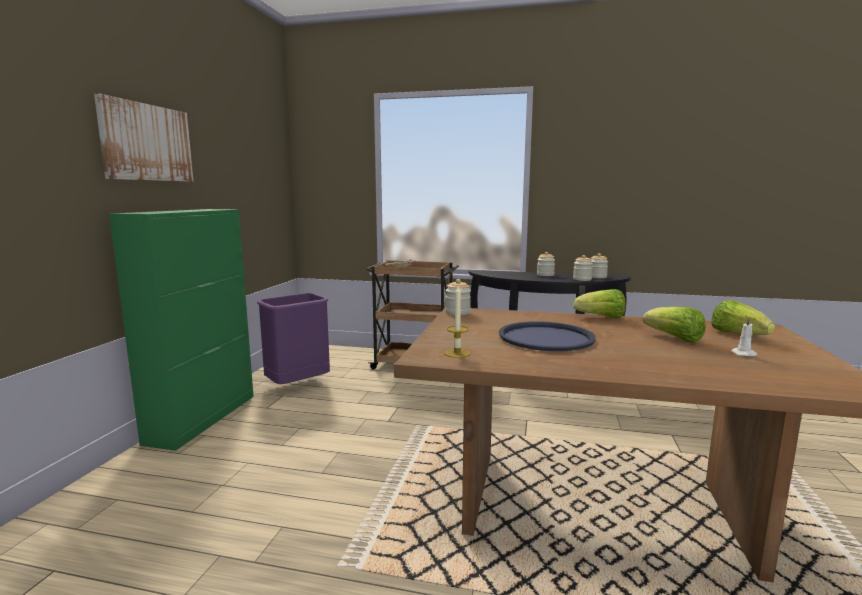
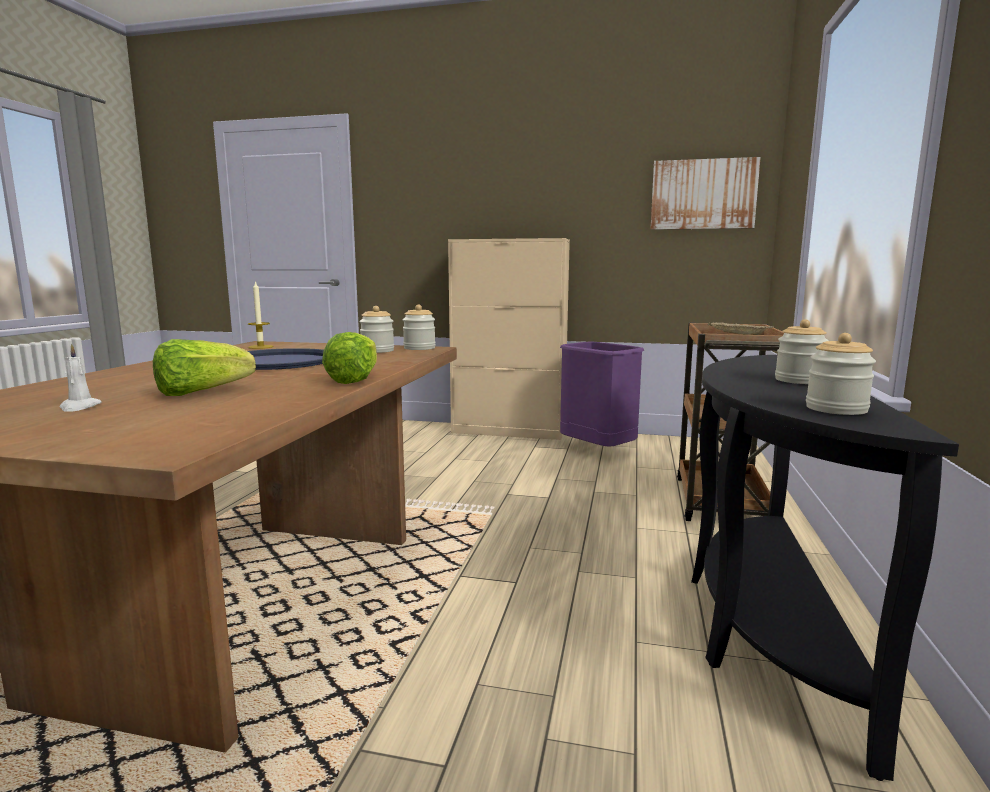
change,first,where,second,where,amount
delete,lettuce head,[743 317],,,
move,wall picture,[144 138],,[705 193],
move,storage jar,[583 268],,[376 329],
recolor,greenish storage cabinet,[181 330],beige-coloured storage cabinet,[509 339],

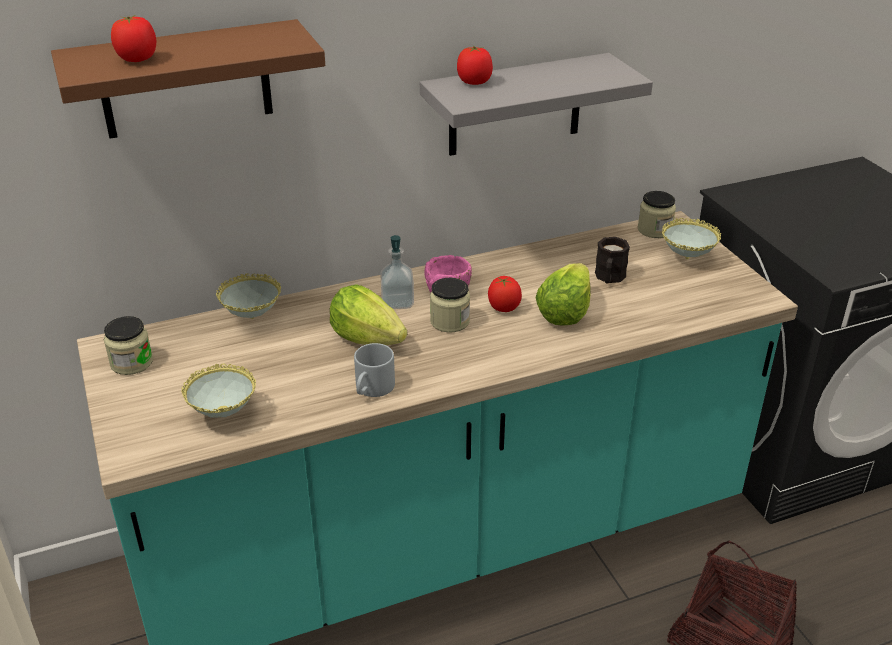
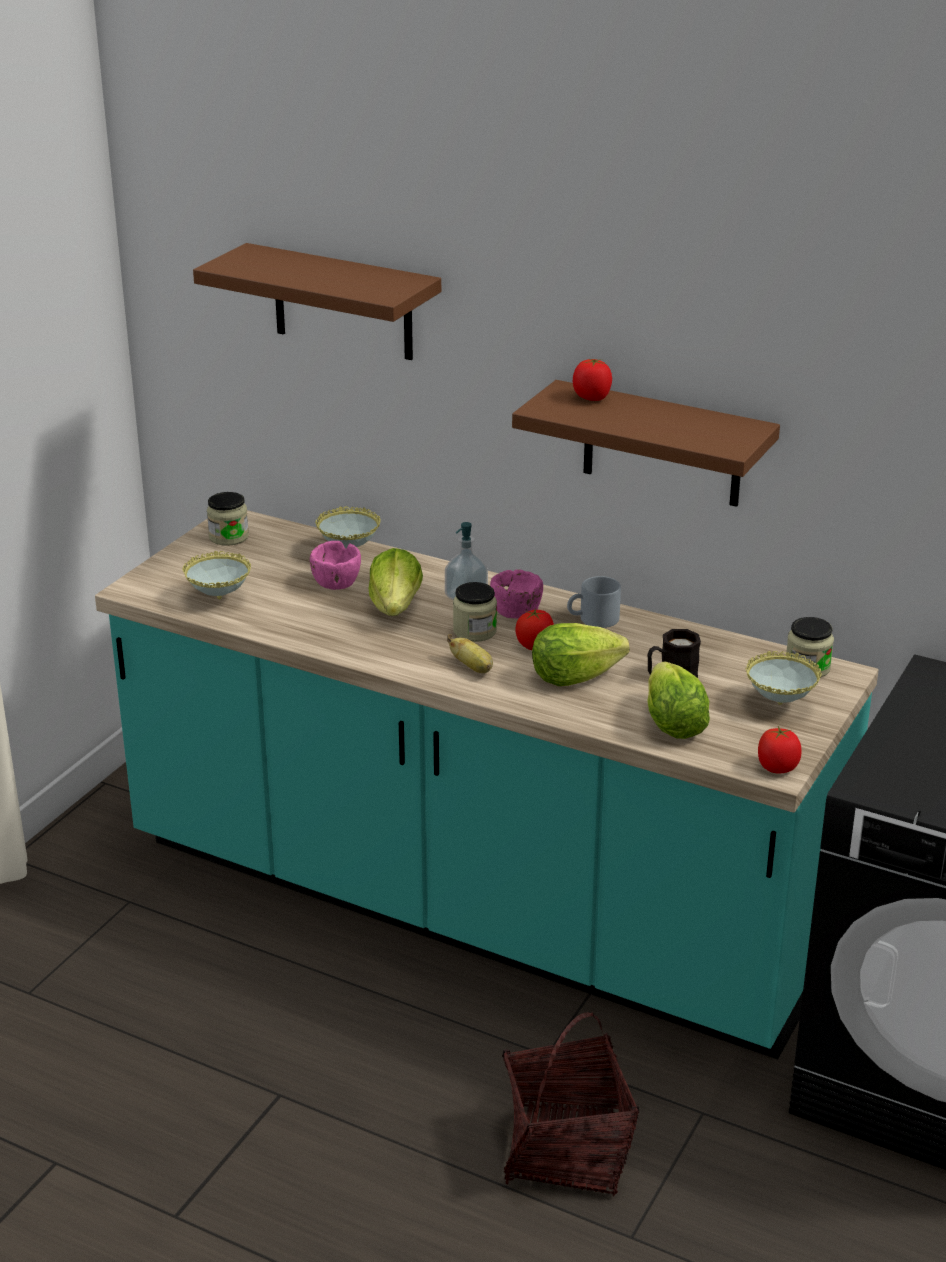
change,first,where,second,where,amount
insert,,,pink deep dish,[335 565],
insert,,,whole banana,[470 653],
insert,,,lettuce head,[679 700],
move,fresh tomato,[133 38],,[780 749],
move,grey mug,[374 370],,[594 602],
recolor,grey wall shelf,[536 104],brownish wall shelf,[646 443],

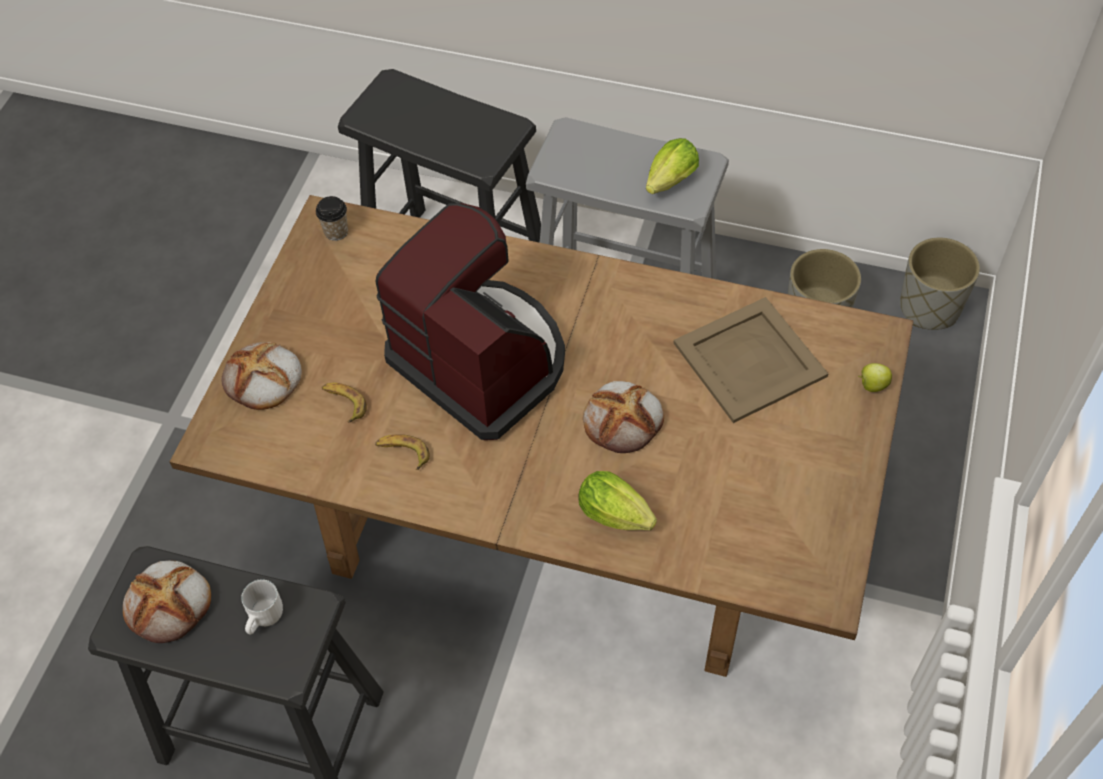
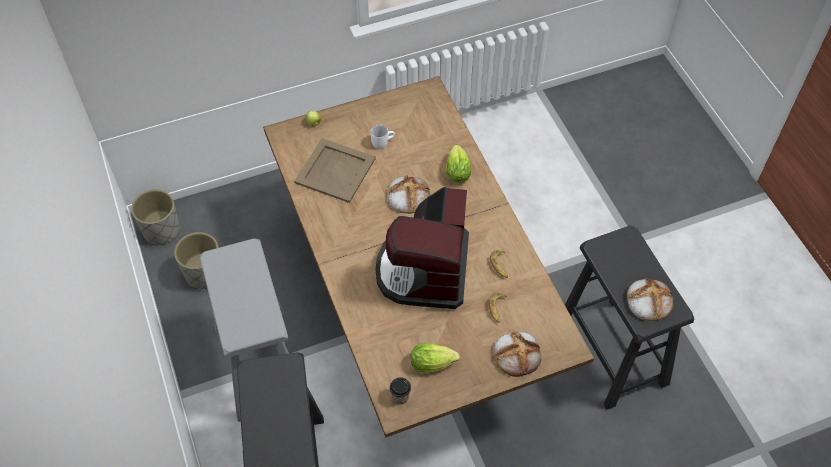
change,first,where,second,where,amount
move,whitish mug,[262 606],,[383 137],
move,lettuce head,[672 166],,[435 358],

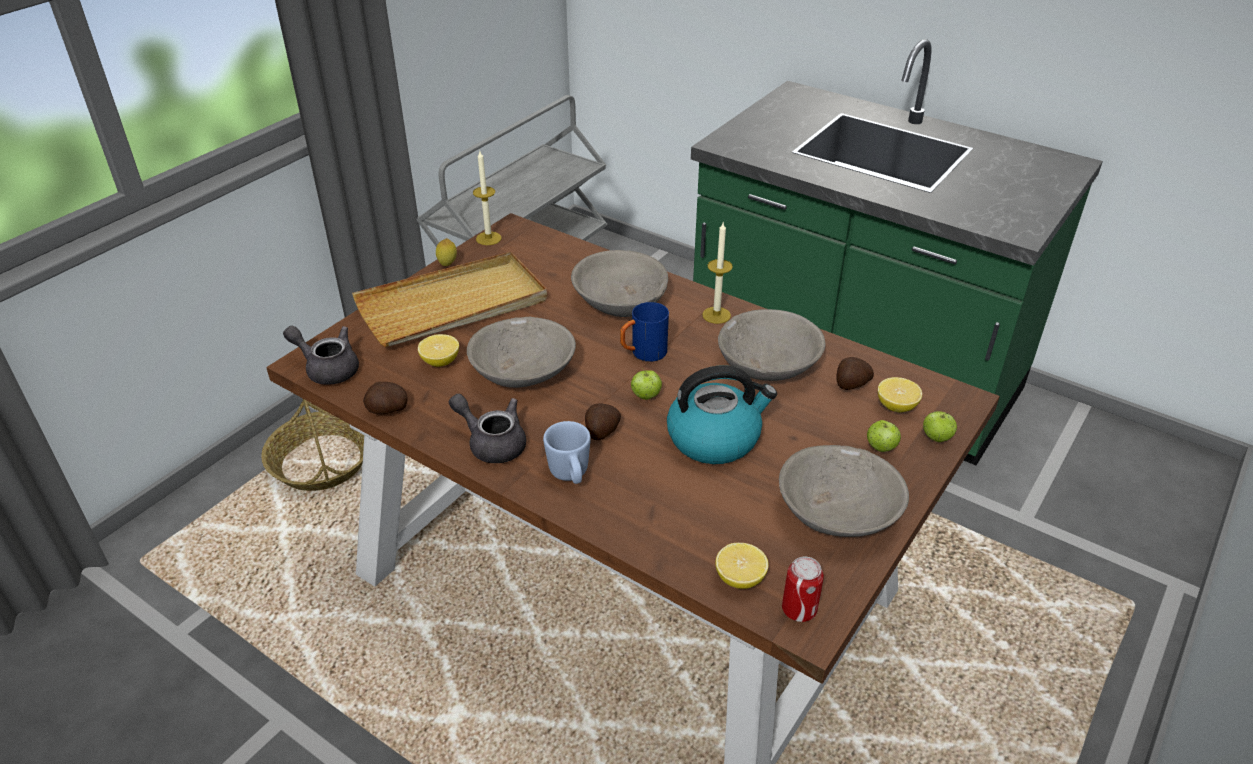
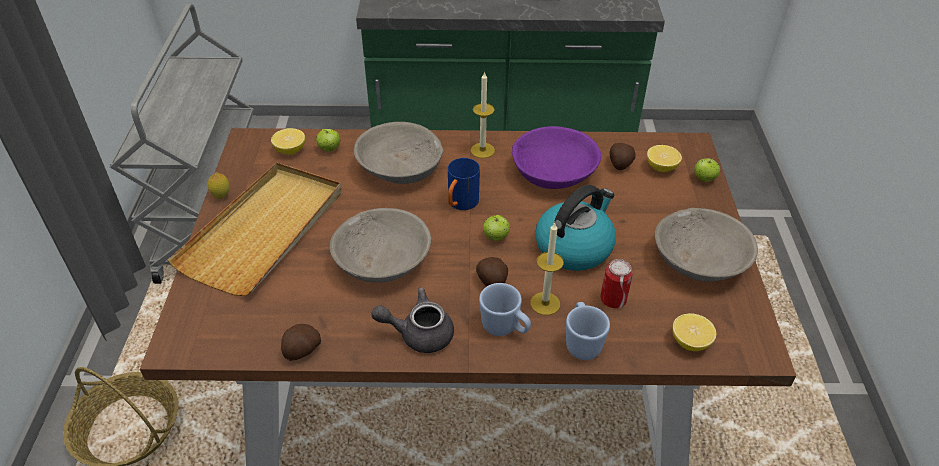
change,first,where,second,where,amount
delete,grey teapot,[321 355],,,
insert,,,blue-coloured mug,[588 331],
move,whole lemon,[438 350],,[288 141],
move,wax light,[487 198],,[547 268],
move,sealed can,[803 589],,[616 283],
move,apple,[884 436],,[328 140],
recolor,grey deep dish,[771 345],purple deep dish,[556 157],

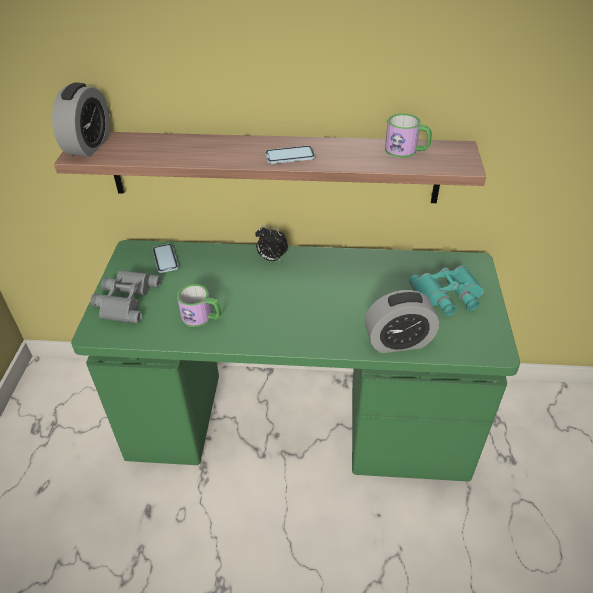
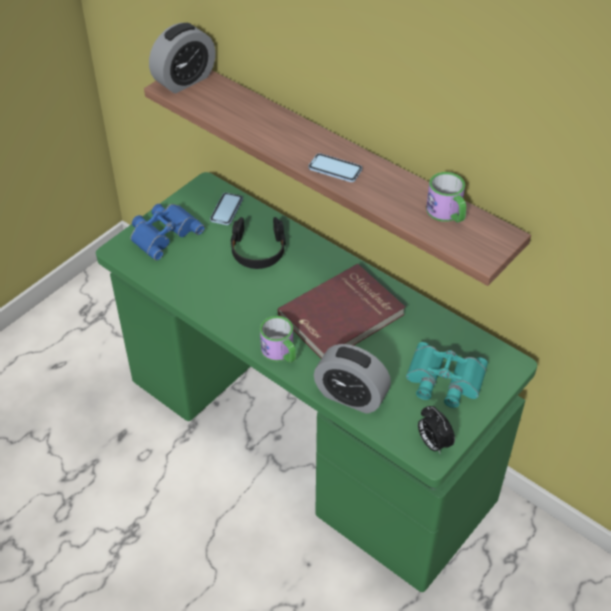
change,first,where,second,where,amount
insert,,,black-coloured headphones,[258 243],
insert,,,reddish bound book,[341 311],
move,mug,[199 305],,[278 339],
move,bedside clock,[271 243],,[436 430],
recolor,grey field glasses,[125 296],blue-coloured field glasses,[167 232],

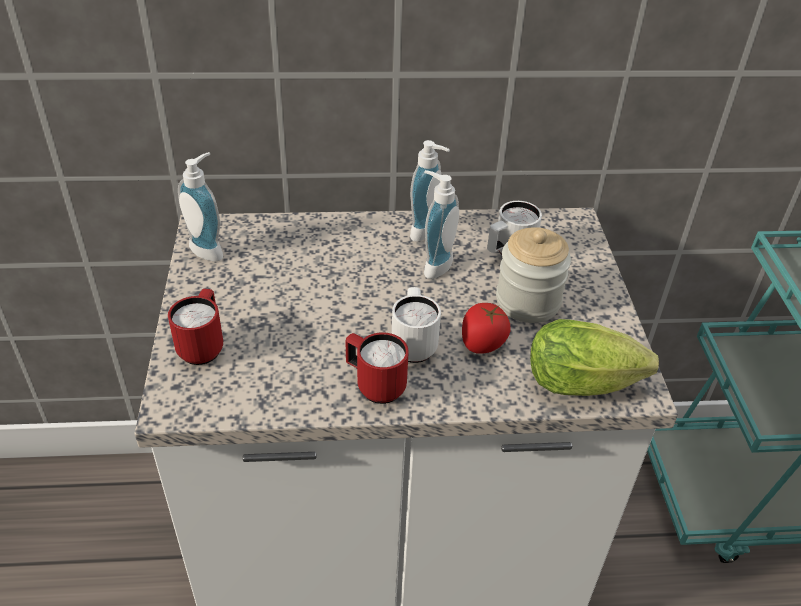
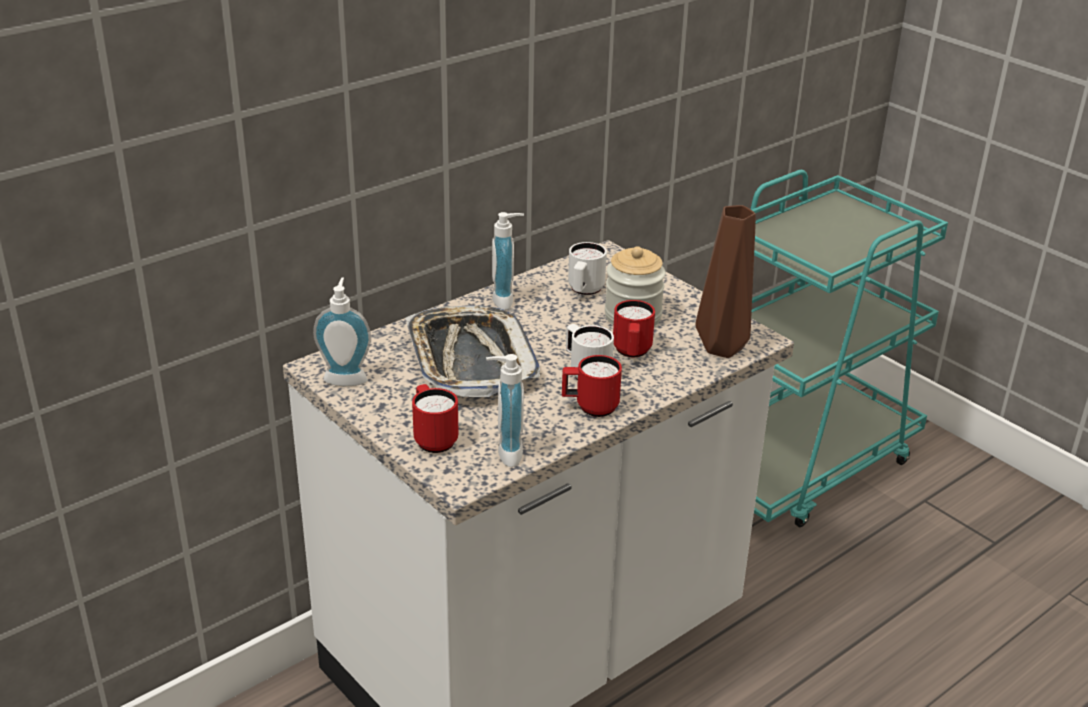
change,first,where,second,where,amount
insert,,,carrying tray,[472 351],
move,soap dispenser,[441 224],,[505 410],
replace,fresh tomato,[486 328],reddish mug,[634 328],
replace,lettuce head,[594 357],brownish vase,[726 281],

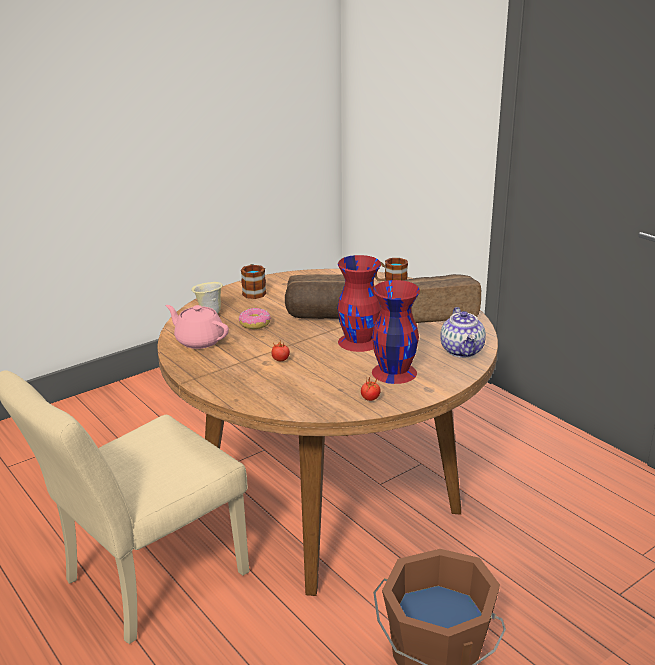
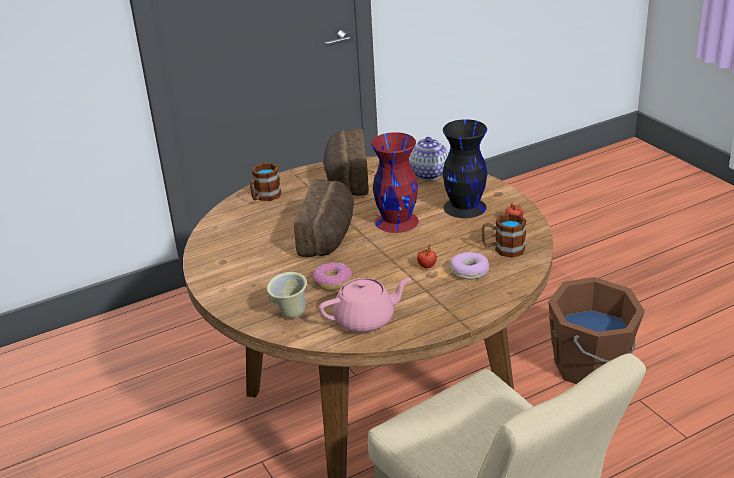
change,first,where,second,where,amount
insert,,,doughnut,[470 266],
move,mug,[253 281],,[504 235],
recolor,reddish vase,[396 332],black-coloured vase,[465 168],
rotate,pink teapot,[197 327],,[365 305],150 degrees counterclockwise

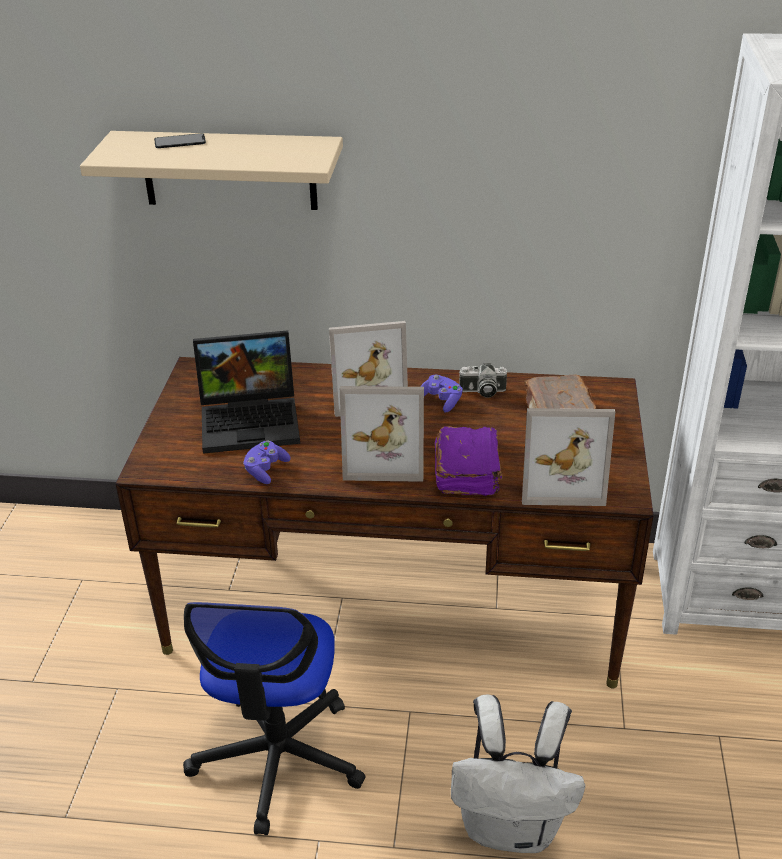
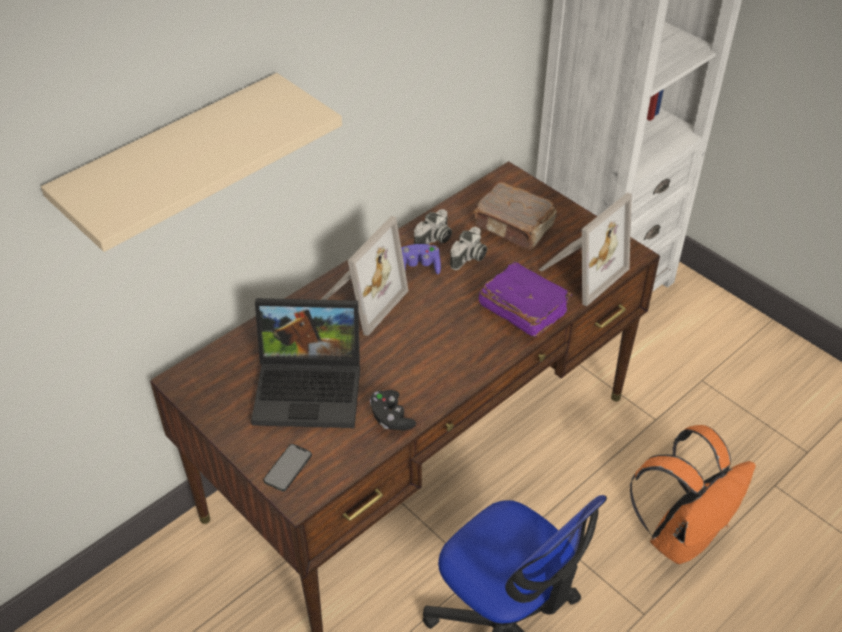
change,first,where,second,where,amount
delete,picture frame,[382 434],,,
insert,,,still camera,[468 248],
move,telephone,[180 140],,[287 467],
recolor,purple game controller,[267 462],black-coloured game controller,[393 410],
recolor,whitish knapsack,[518 774],orangey knapsack,[693 494],
rotate,portable computer,[246 392],,[305 363],60 degrees clockwise

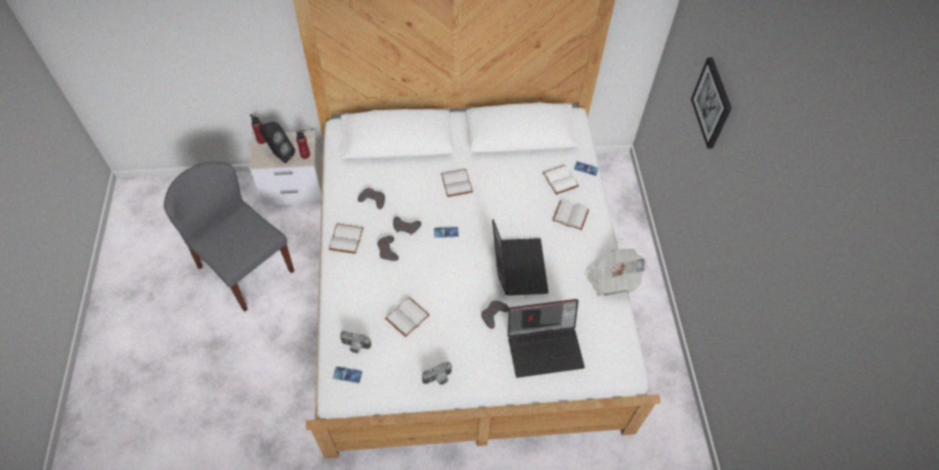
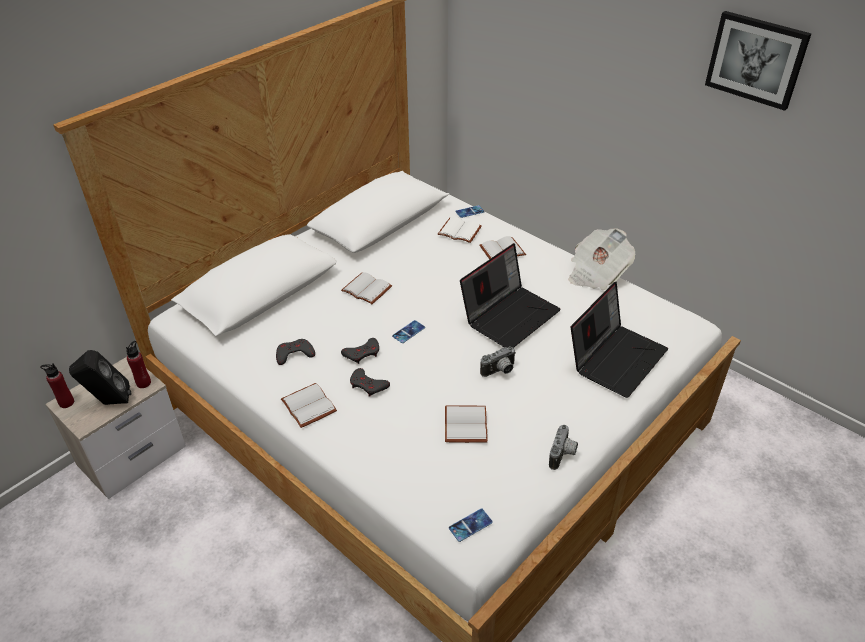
change,first,where,second,where,amount
delete,grey chair,[229 236],,,
delete,grey game controller,[495 314],,,
move,still camera,[355 342],,[498 361],
move,wall picture,[711 103],,[758 61],
rotate,portable computer,[520 257],,[510 295],90 degrees clockwise

